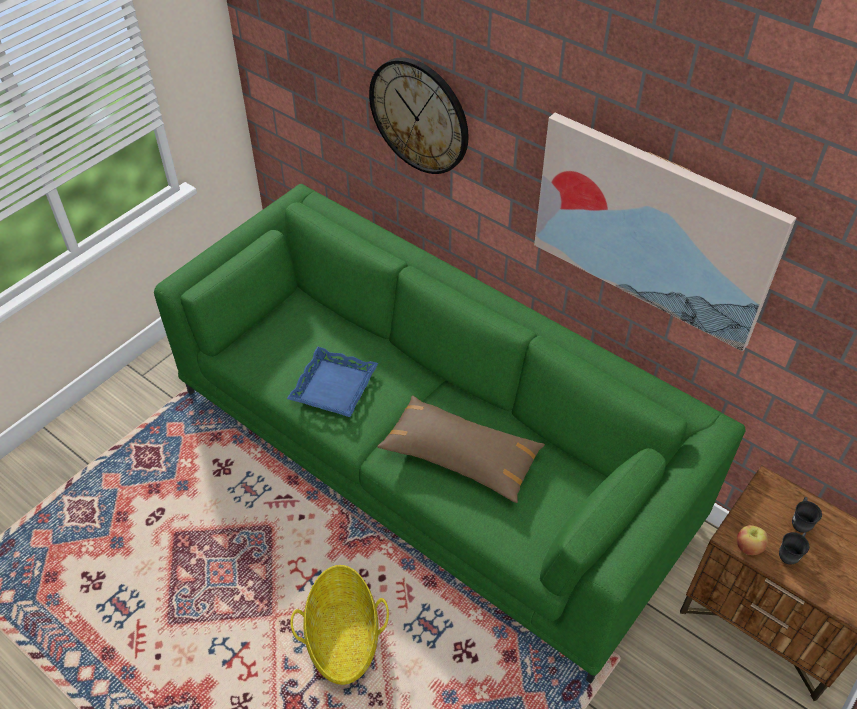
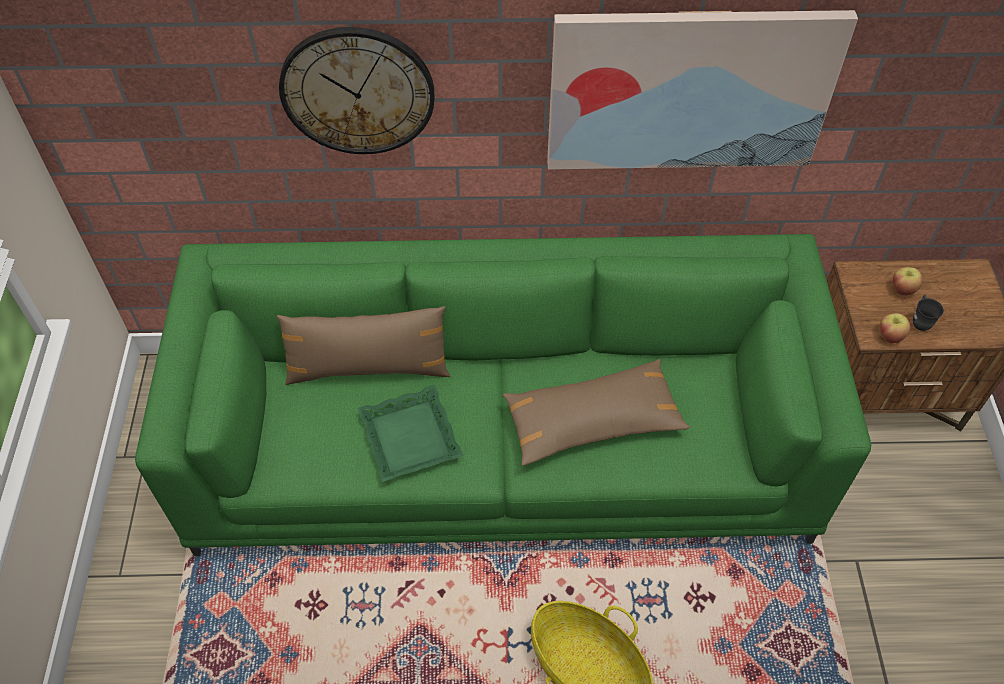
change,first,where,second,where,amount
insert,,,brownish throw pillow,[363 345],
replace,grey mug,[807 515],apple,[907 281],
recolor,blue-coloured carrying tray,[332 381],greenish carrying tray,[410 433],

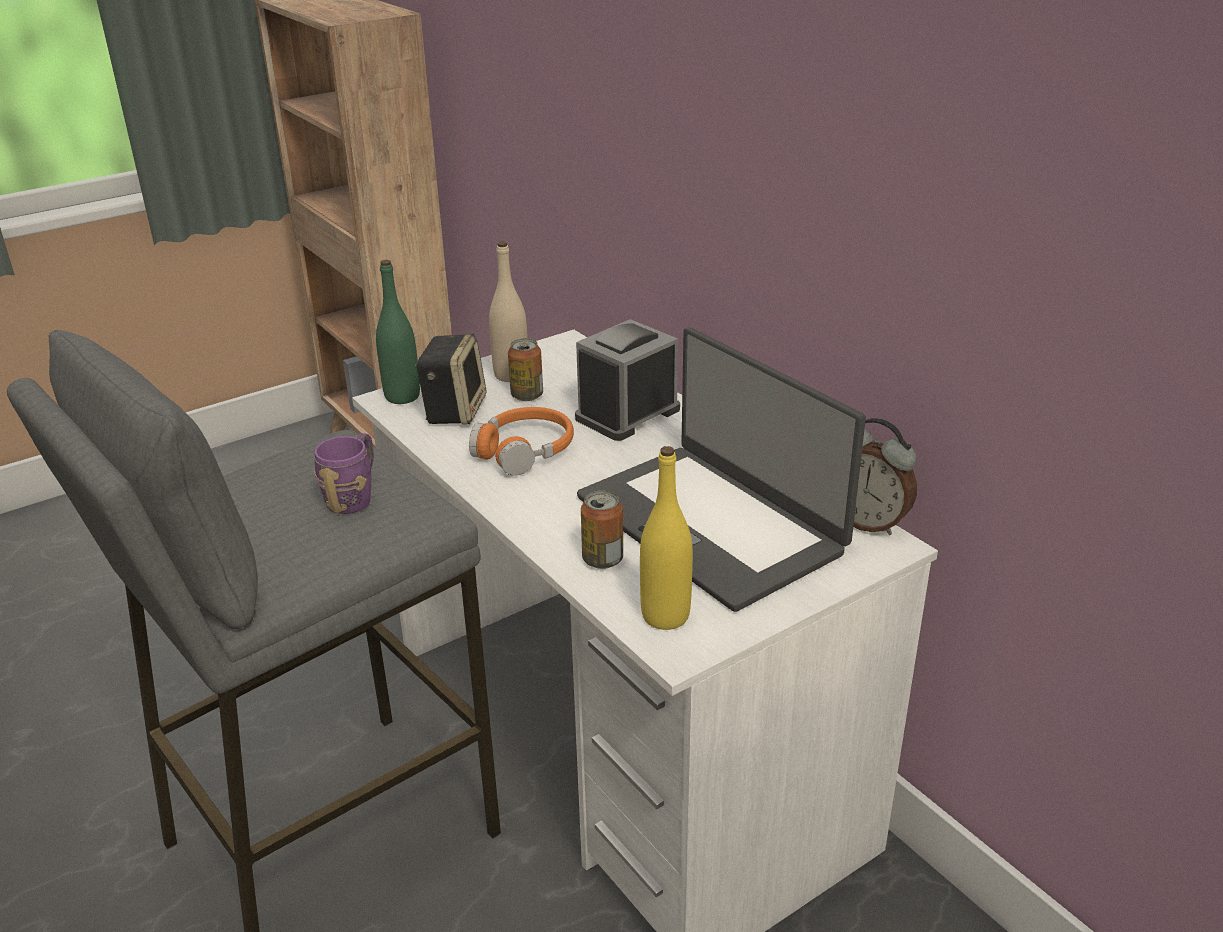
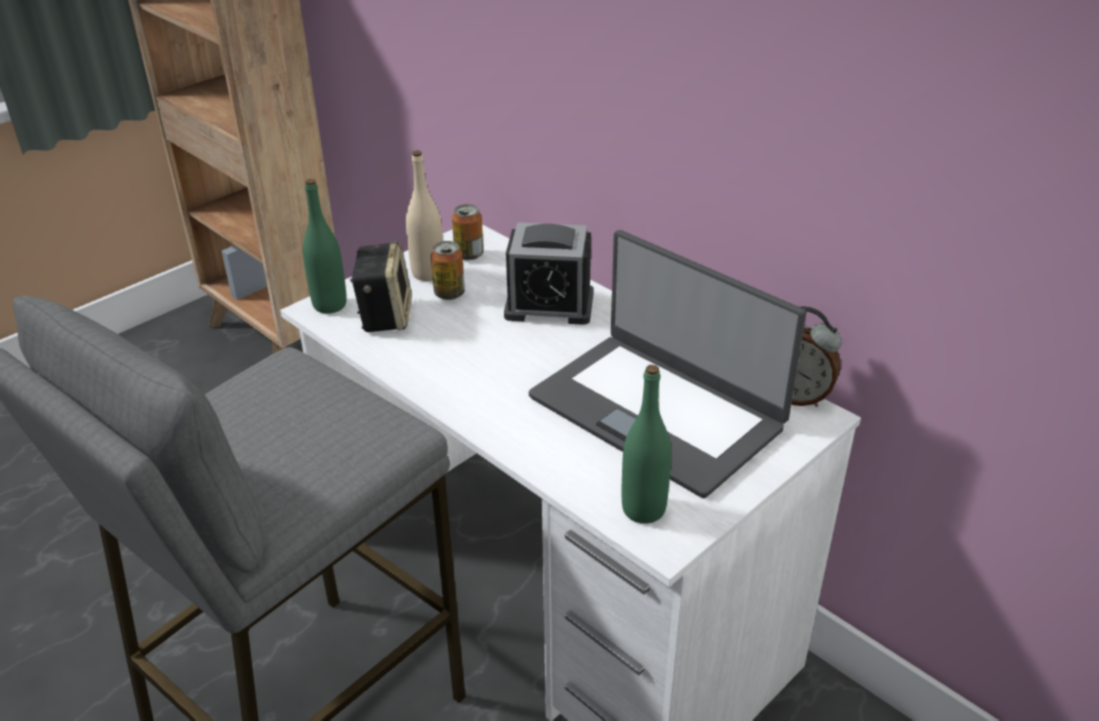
change,first,where,second,where,amount
delete,purple mug,[344 473],,,
delete,orangey headphones,[521 441],,,
move,sealed can,[602 529],,[467 232],
recolor,yellow beverage bottle,[666 538],greenish beverage bottle,[647 444],
rotate,bedside clock,[627 380],,[549 273],120 degrees counterclockwise

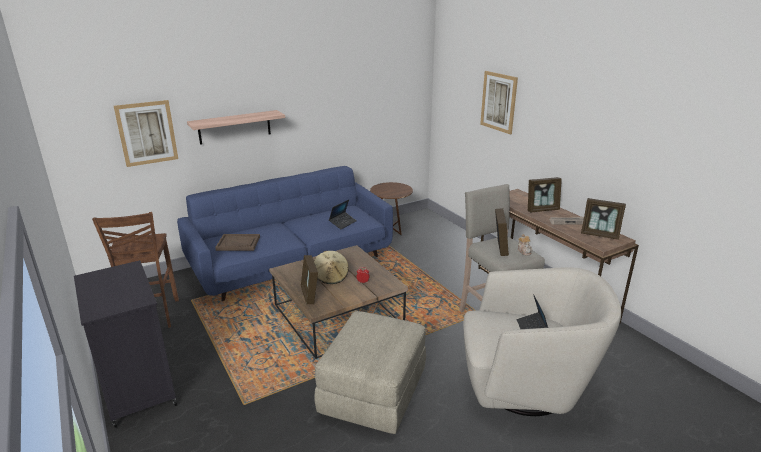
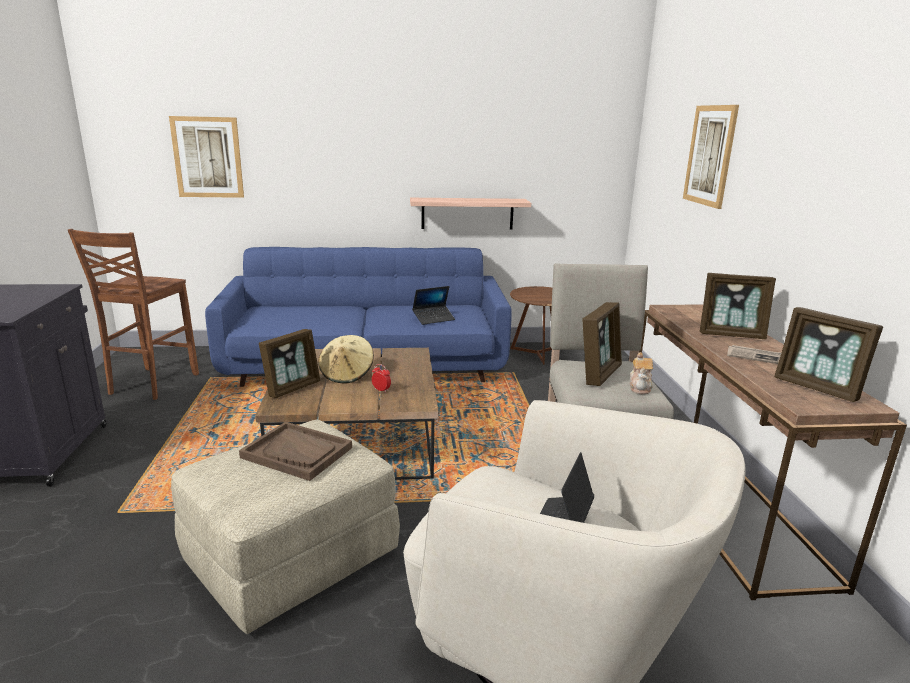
change,first,where,second,where,amount
move,wall shelf,[236 127],,[470 214],
move,brownish carrying tray,[237 242],,[295 451],
rotate,picture frame,[309 279],,[289 363],150 degrees counterclockwise

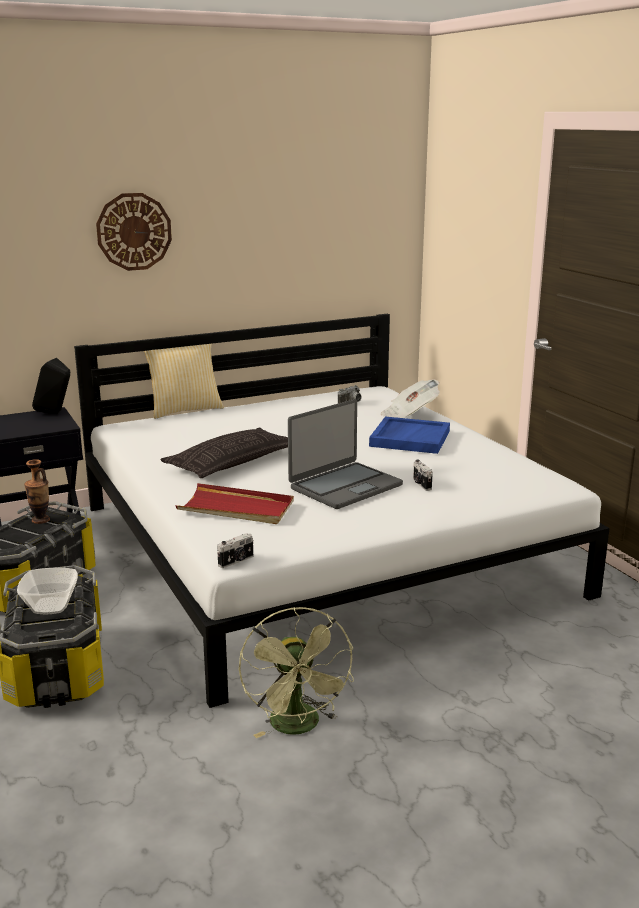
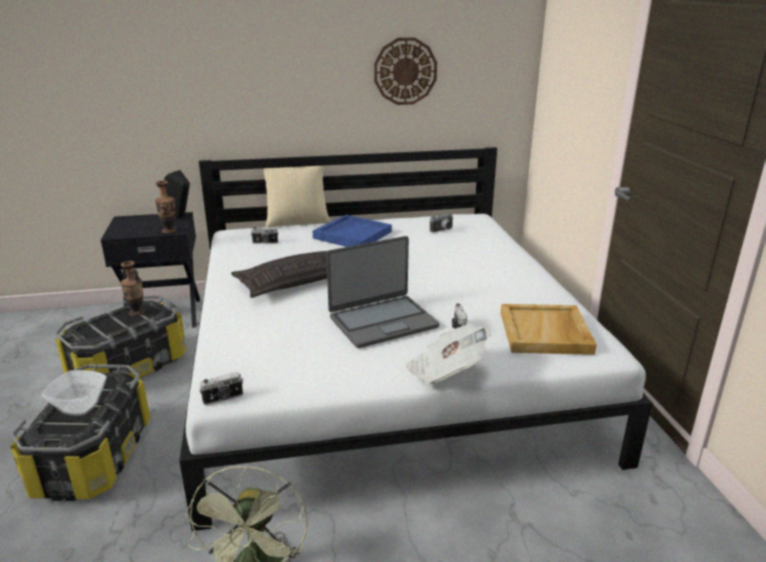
change,first,where,second,where,amount
delete,reddish carrying tray,[235 503],,,
insert,,,vase,[166 206],
insert,,,still camera,[264 235],
insert,,,beige-coloured carrying tray,[549 329],
move,hanging clock,[134 232],,[405 71],
move,blue-coloured carrying tray,[409 435],,[352 231],
move,daily paper,[410 399],,[448 354],

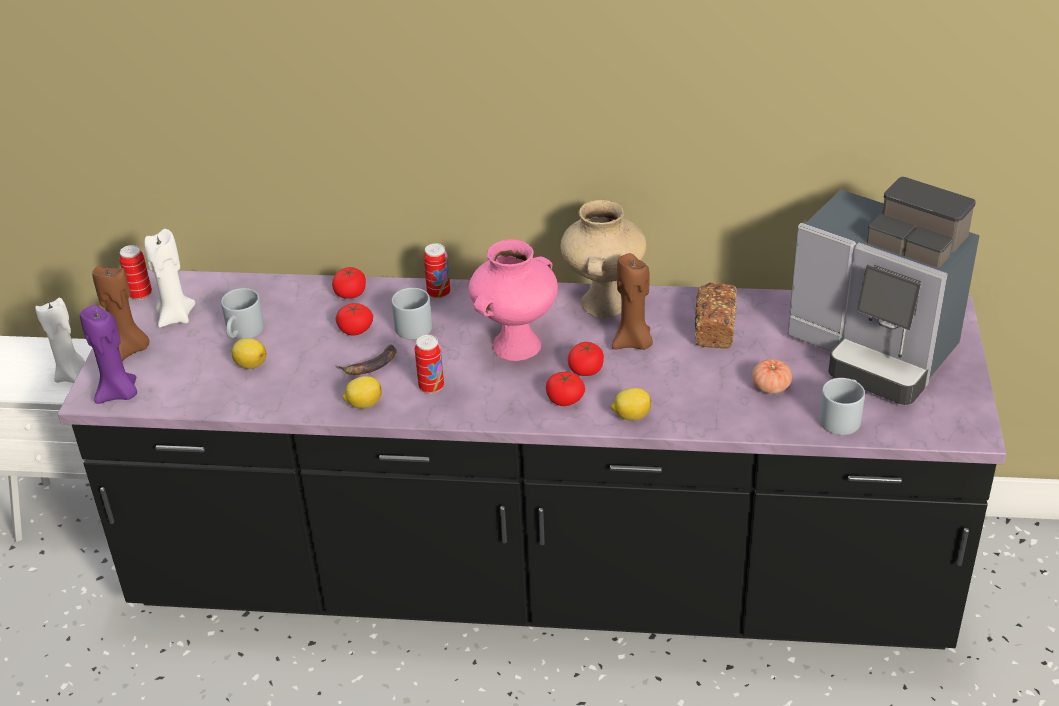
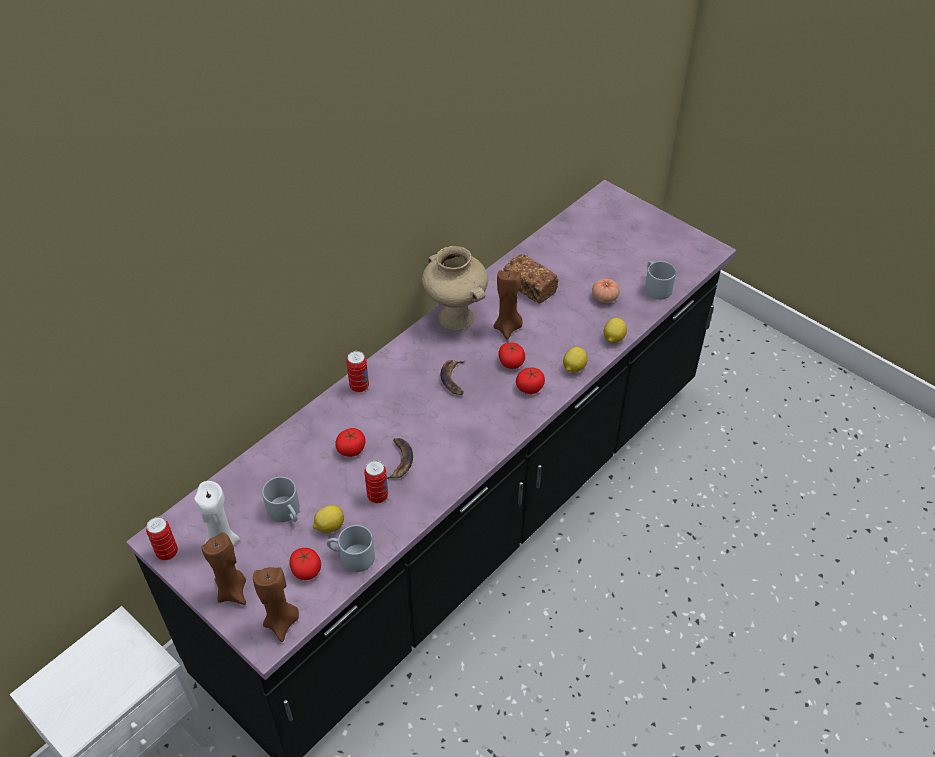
change,first,where,second,where,amount
delete,whitish wax light,[60 341],,,
delete,coffee maker,[884 291],,,
move,fresh tomato,[349 283],,[305 564],
move,whole lemon,[362 392],,[615 330],
move,grey mug,[412 313],,[351 548],
move,sealed can,[429 364],,[376 481],
replace,pink vase,[513 300],whole banana,[453 377],
recolor,purple wax light,[108 354],brownish wax light,[276 604],

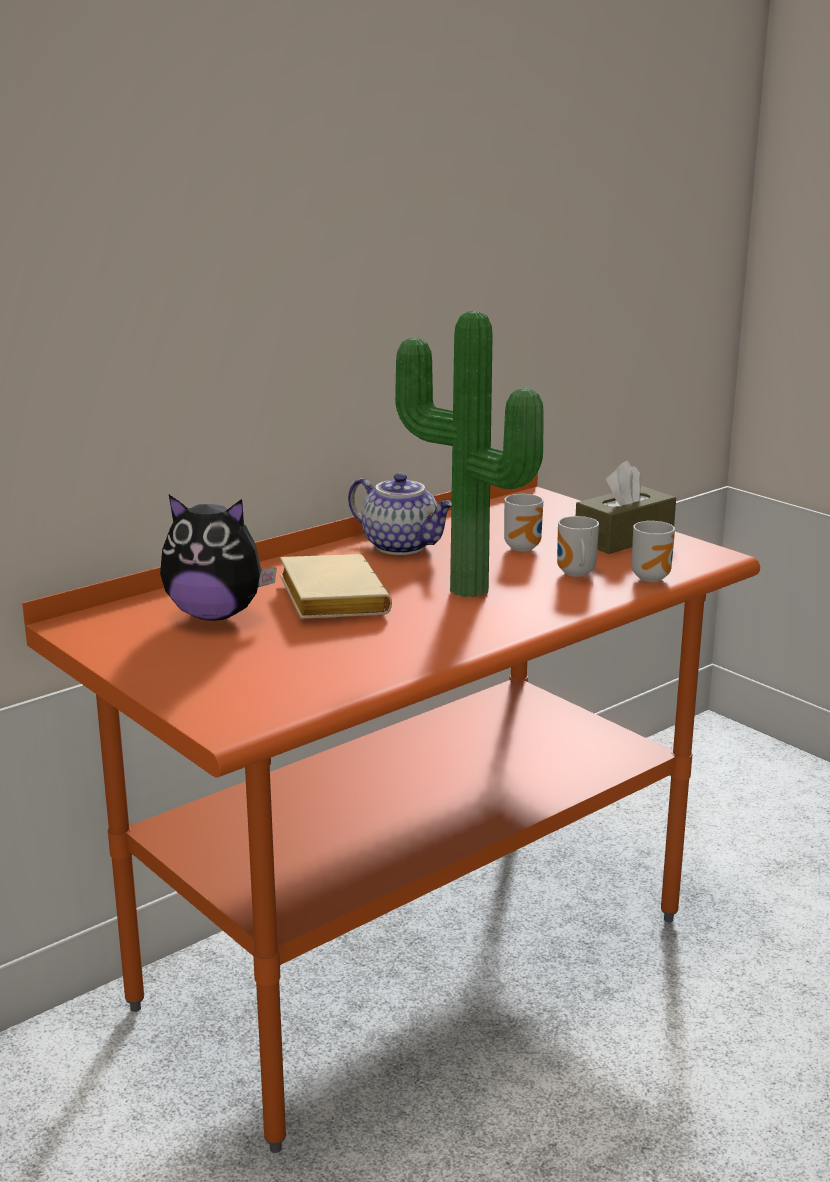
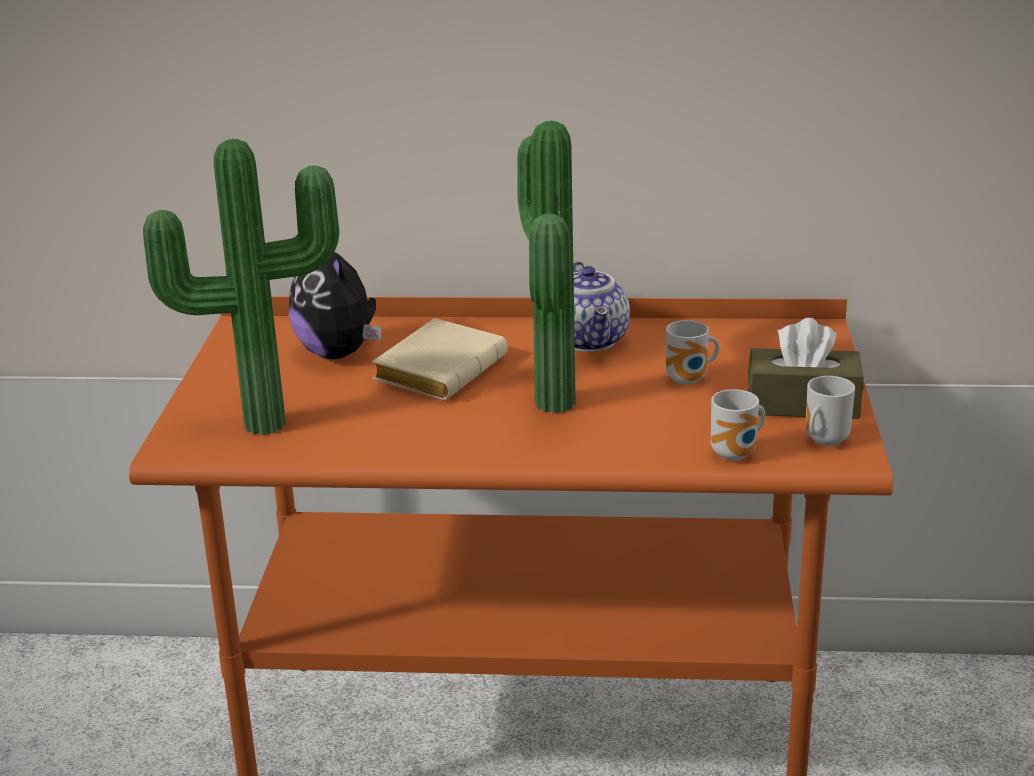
change,first,where,second,where,amount
insert,,,potted plant,[241 287],
move,mug,[578 546],,[830 411],

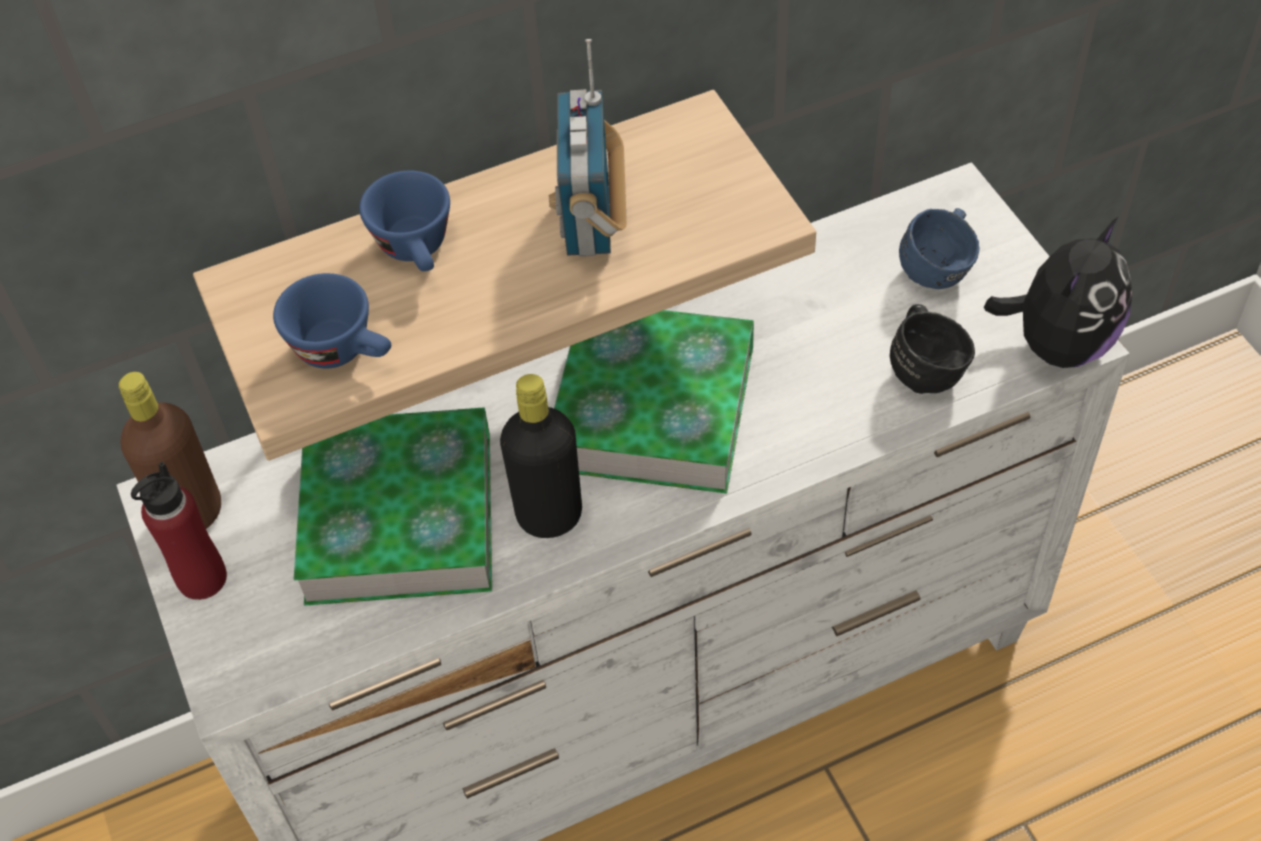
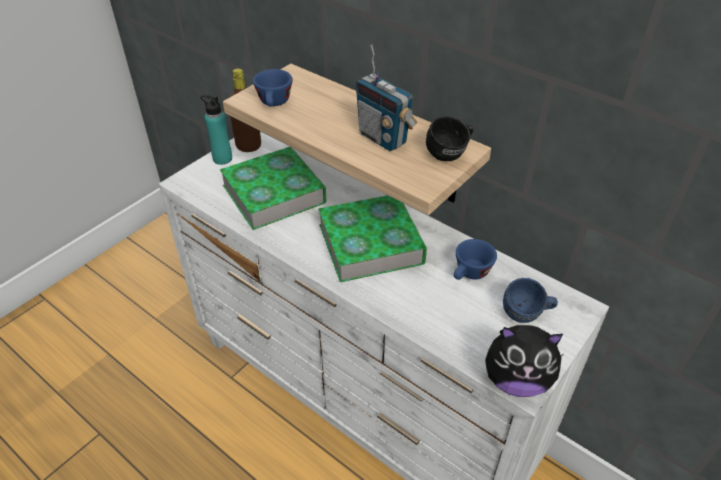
change,first,where,second,where,amount
delete,black-coloured beverage bottle,[541 456],,,
move,blue-coloured cup,[404 220],,[475 259],
move,black-coloured mug,[932 349],,[449 138],
recolor,reddish beverage bottle,[179 531],turquoise-coloured beverage bottle,[216 130],
rotate,radio receiver,[588 147],,[386 98],105 degrees counterclockwise

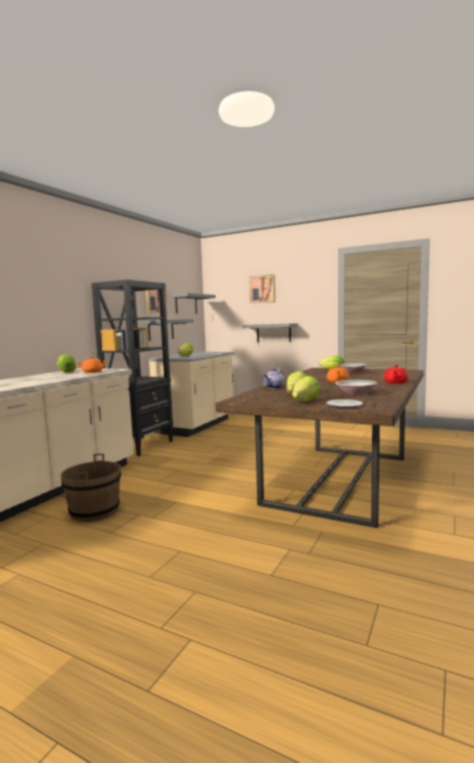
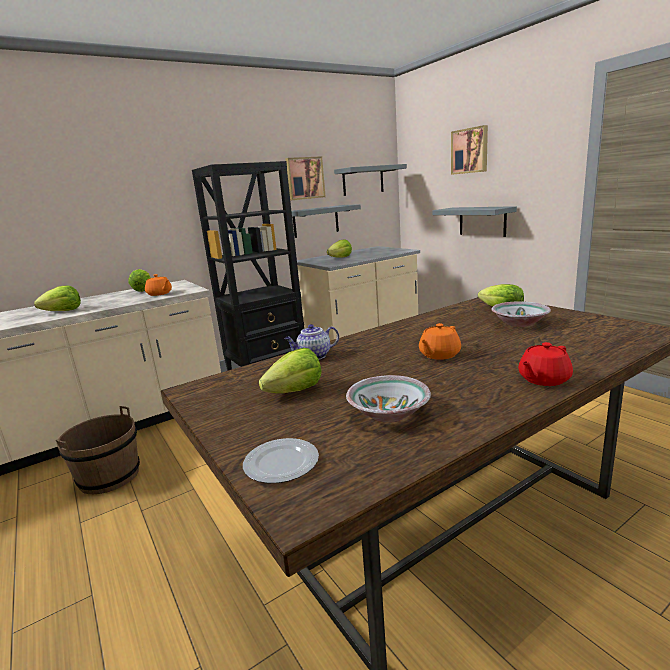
change,first,where,second,where,amount
move,lettuce head,[306 388],,[57 298],

